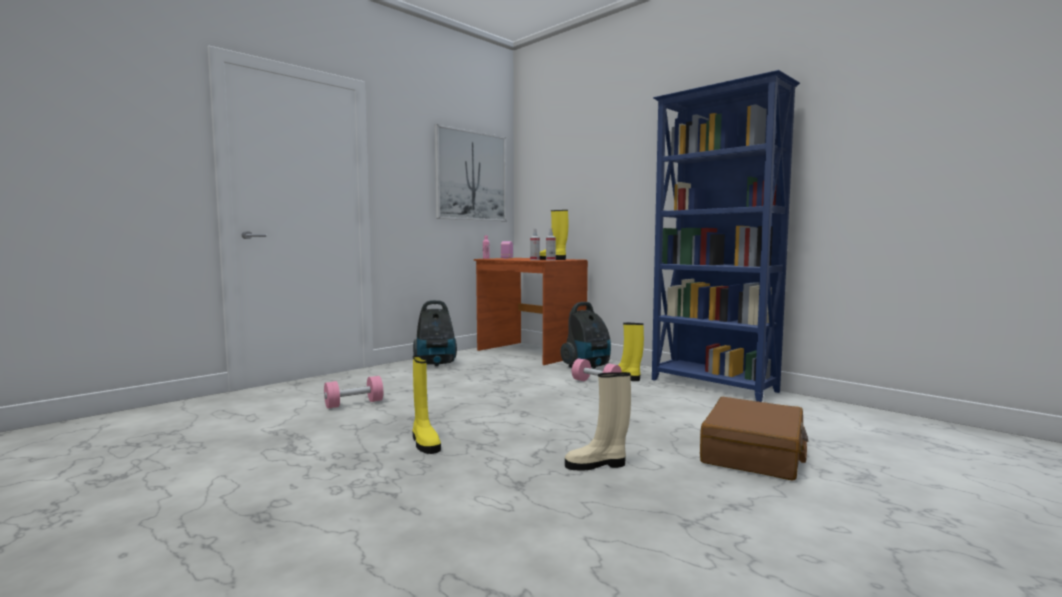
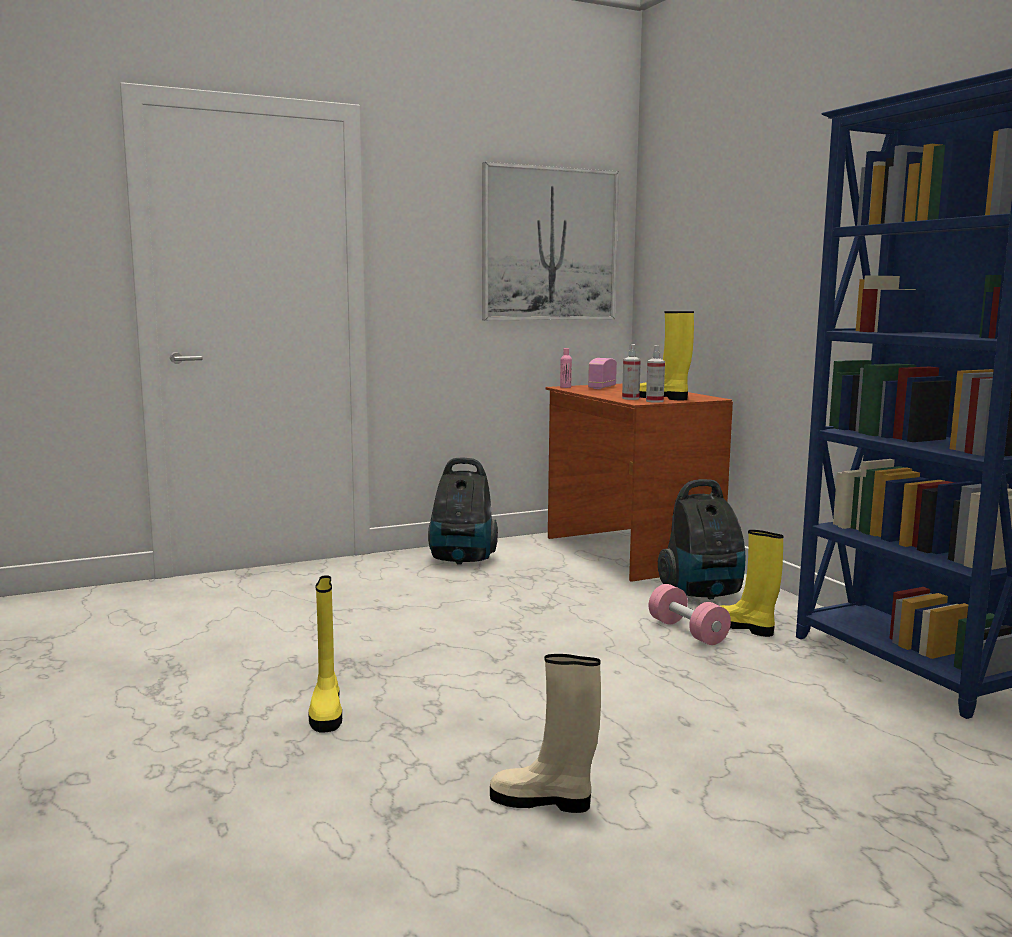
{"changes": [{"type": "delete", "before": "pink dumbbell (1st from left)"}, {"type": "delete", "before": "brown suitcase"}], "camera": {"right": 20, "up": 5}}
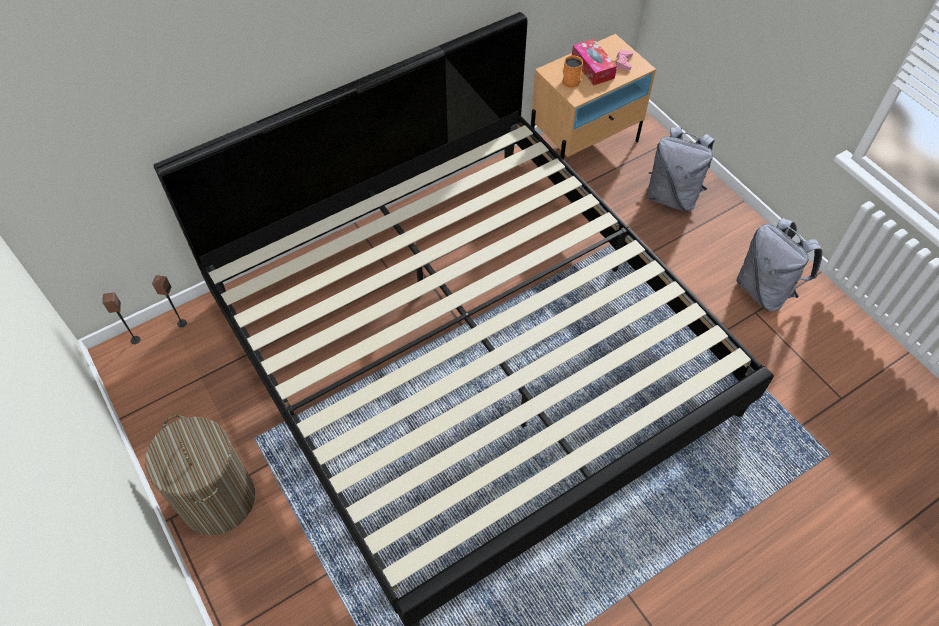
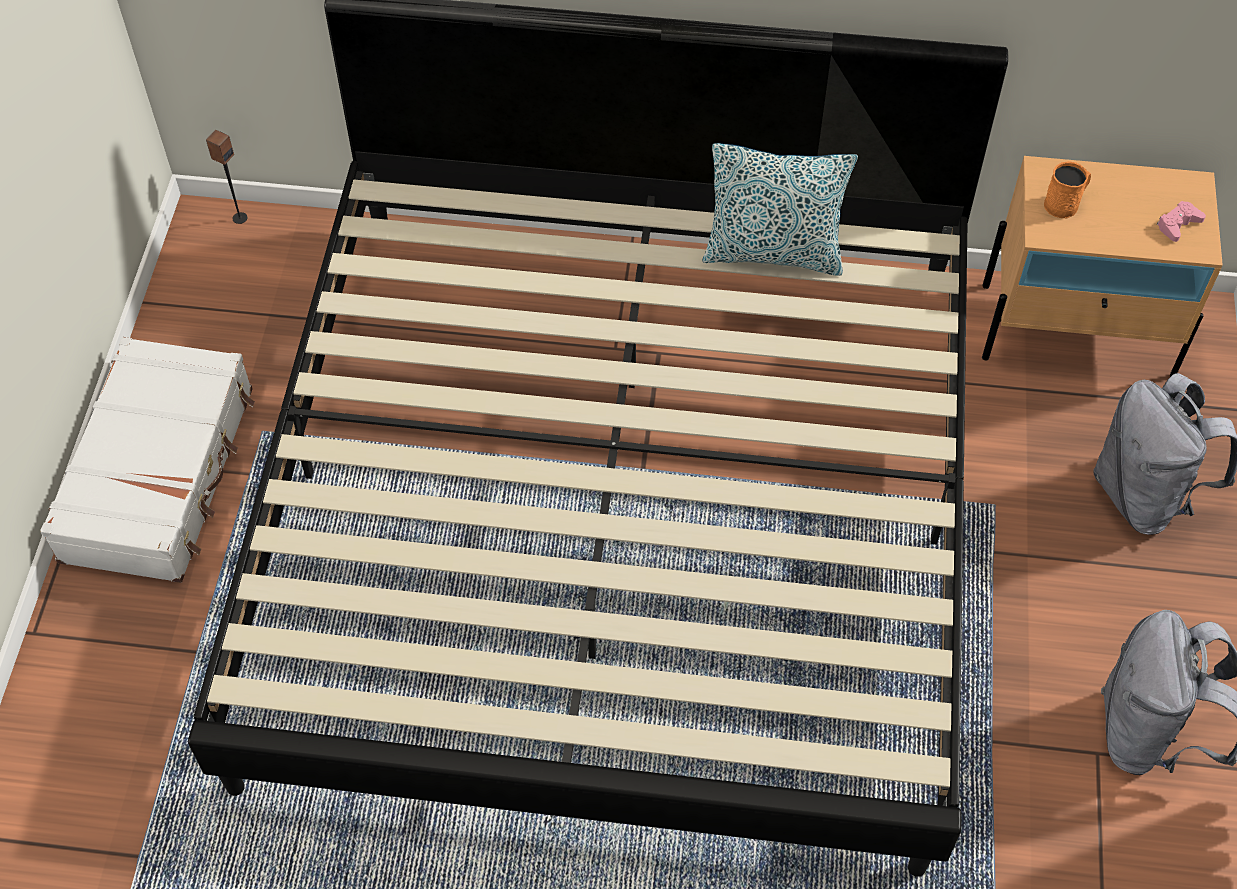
{"changes": [{"type": "replace", "before": "laundry basket", "after": "white suitcase"}, {"type": "delete", "before": "speaker (2nd from left)"}, {"type": "delete", "before": "tissue box"}, {"type": "insert", "after": "pillow"}], "camera": {"right": 40, "up": 0}}
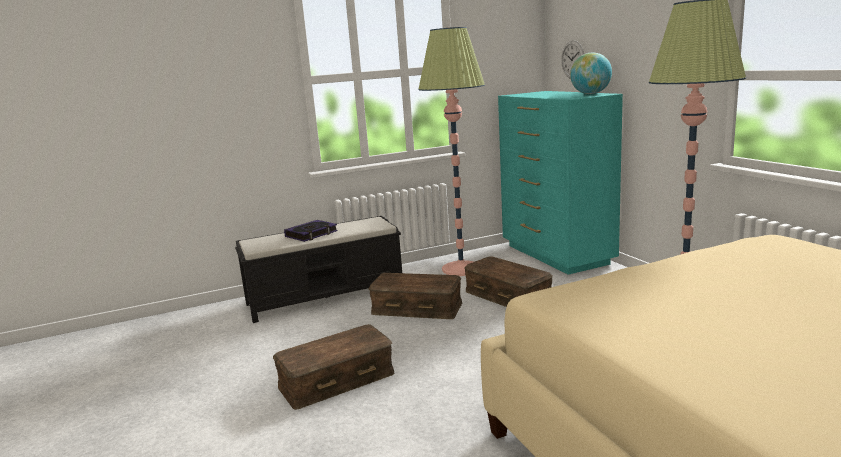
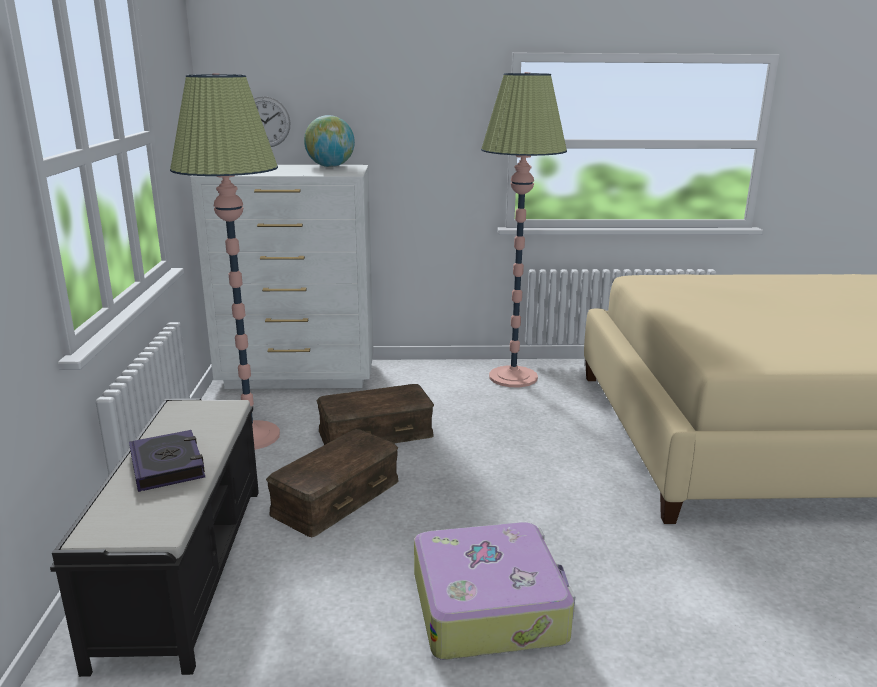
{"changes": [{"type": "replace", "before": "brown storage box (1st from left)", "after": "suitcase"}, {"type": "recolor", "before": "turquoise dresser", "after": "white dresser"}], "camera": {"right": -70, "up": 5}}
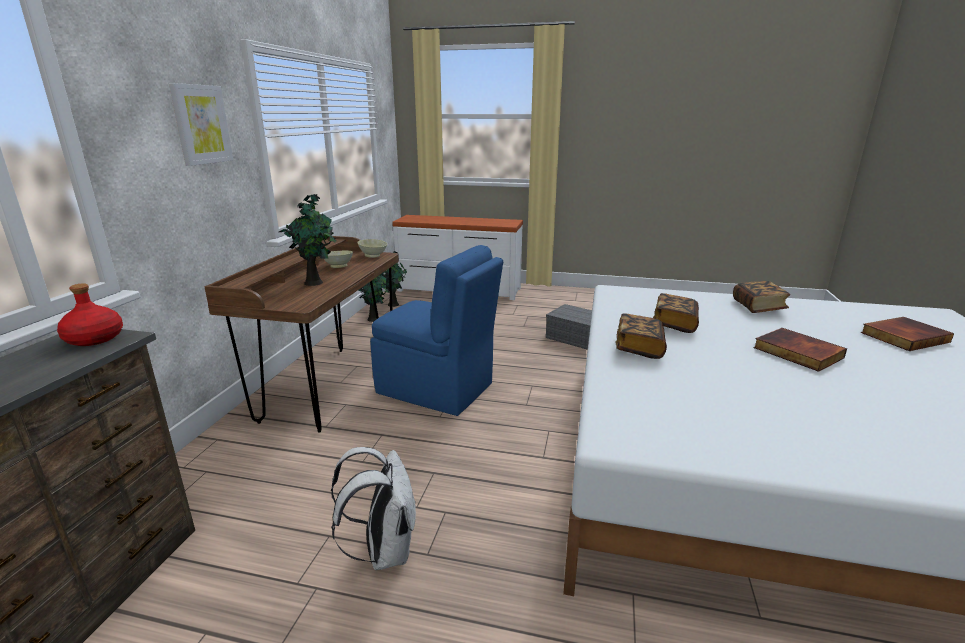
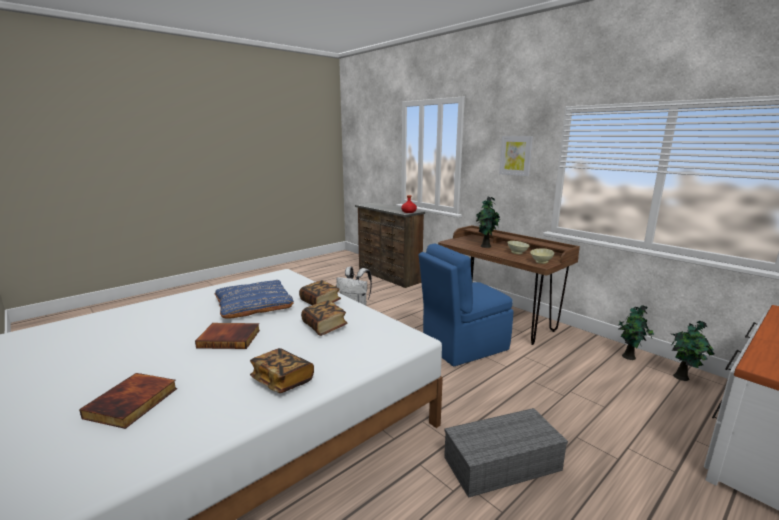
{"changes": [{"type": "insert", "after": "blue pillow"}], "camera": {"right": 125, "up": -5}}
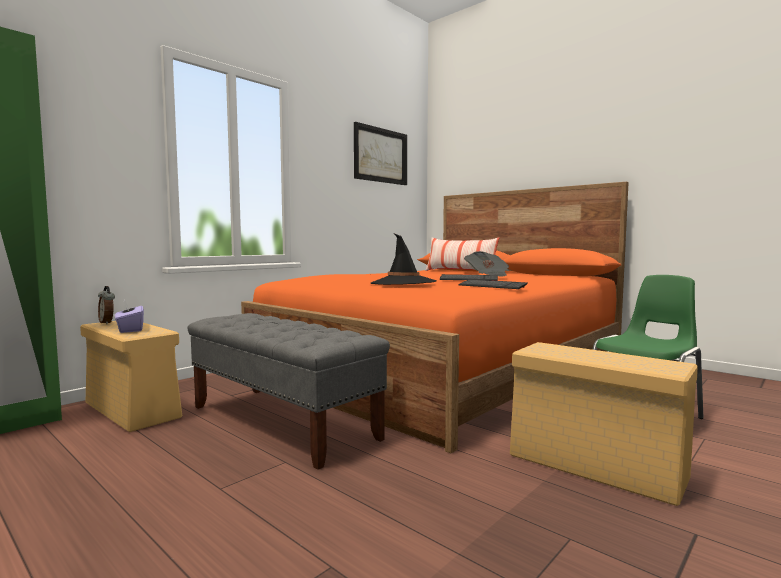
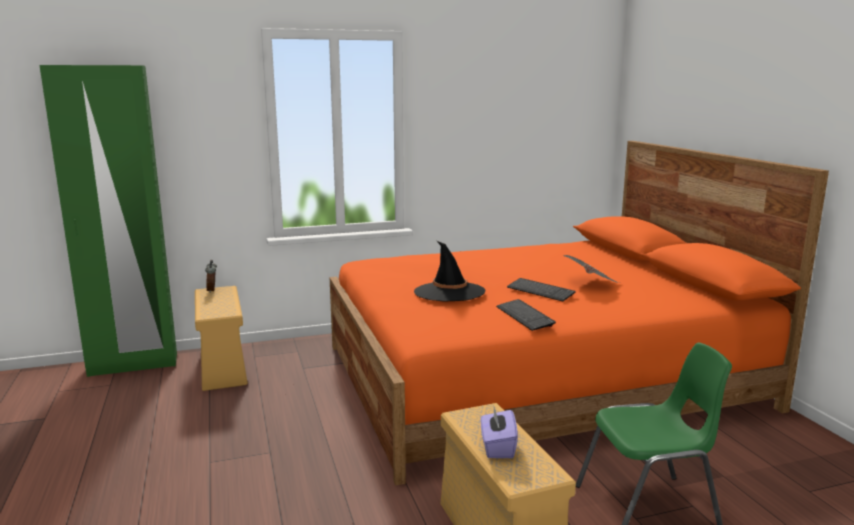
{"changes": [{"type": "move", "before": "purple tissue box"}, {"type": "delete", "before": "grey bench"}, {"type": "delete", "before": "picture"}, {"type": "delete", "before": "pillow"}], "camera": {"right": 30, "up": 10}}
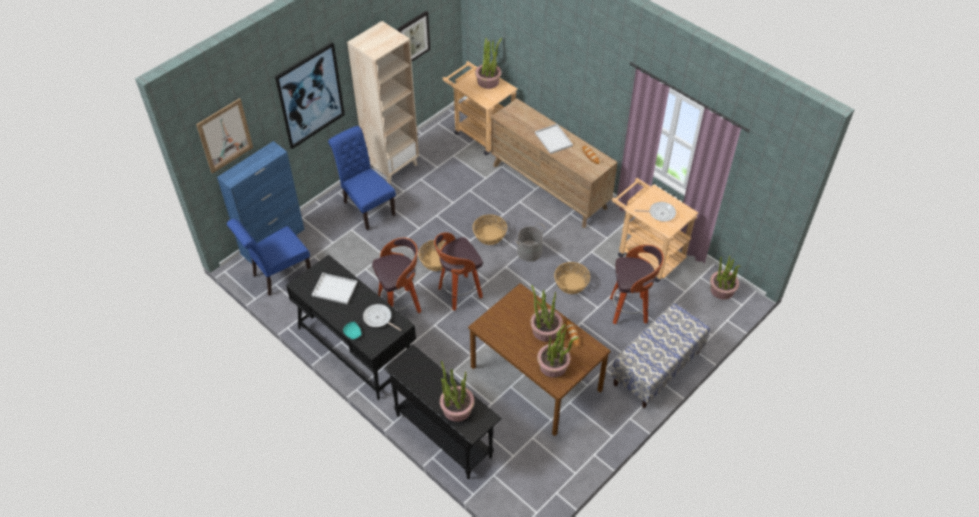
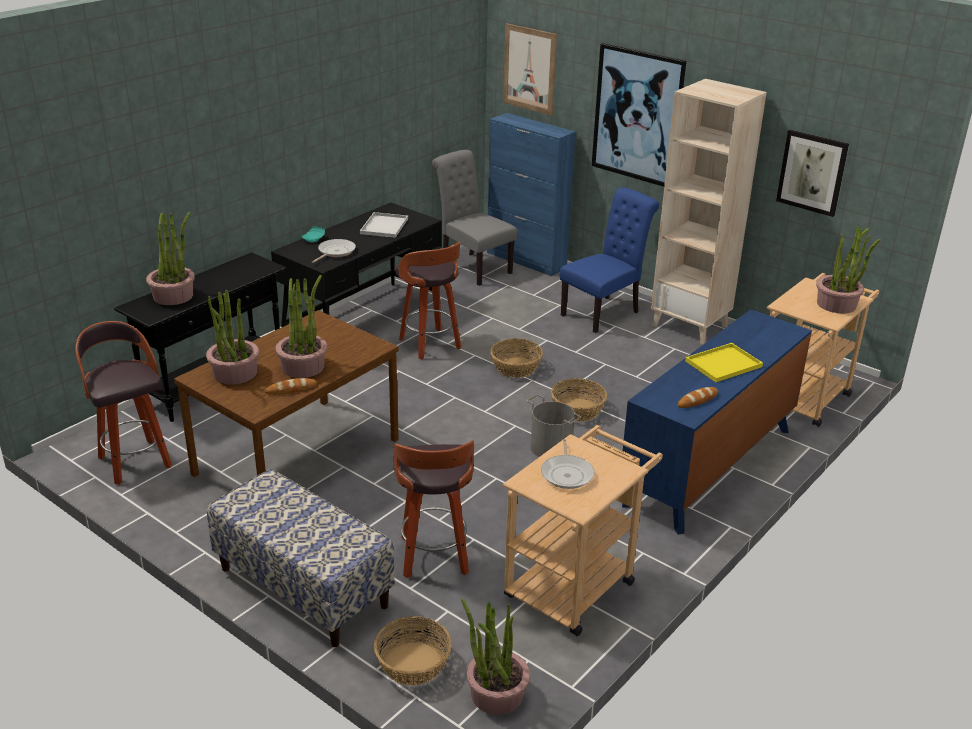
{"changes": [{"type": "recolor", "before": "blue chair (1st from left)", "after": "grey chair"}, {"type": "move", "before": "stool (2nd from left in the first image)", "after": "stool (1st from left)"}, {"type": "recolor", "before": "brown dresser", "after": "blue dresser"}, {"type": "recolor", "before": "white tray (2nd from left)", "after": "yellow tray"}, {"type": "move", "before": "basket (3rd from left in the first image)", "after": "basket (1st from left)"}], "camera": {"right": 85, "up": -20}}
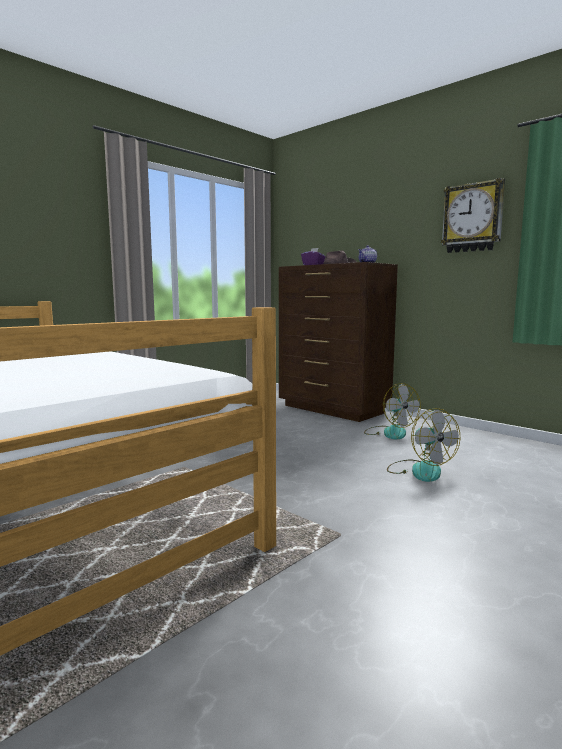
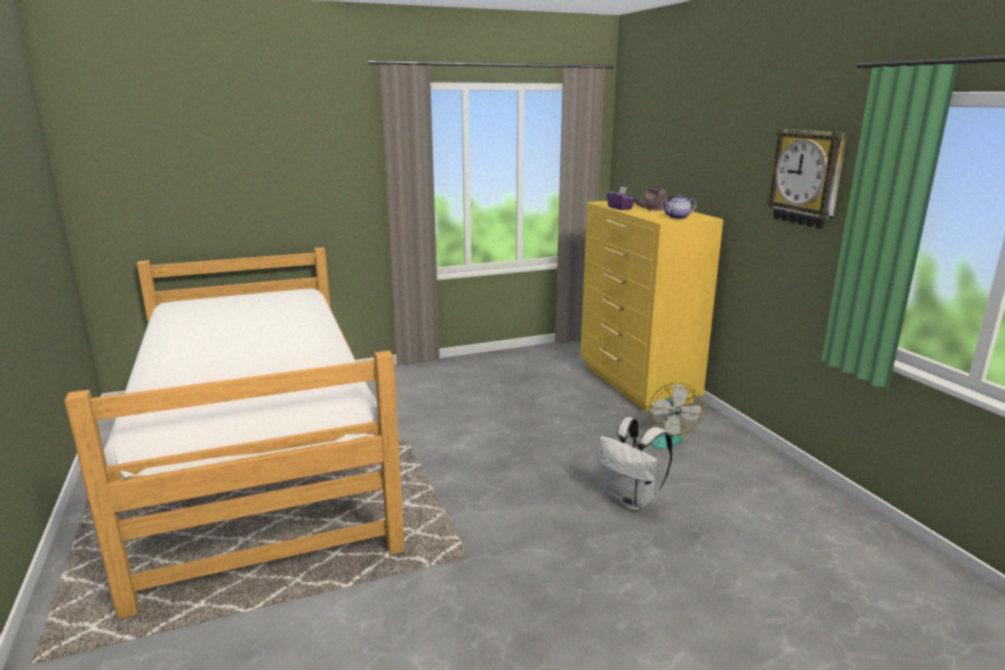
{"changes": [{"type": "recolor", "before": "brown dresser", "after": "yellow dresser"}, {"type": "replace", "before": "fan (2nd from left)", "after": "white backpack"}], "camera": {"right": 25, "up": 10}}
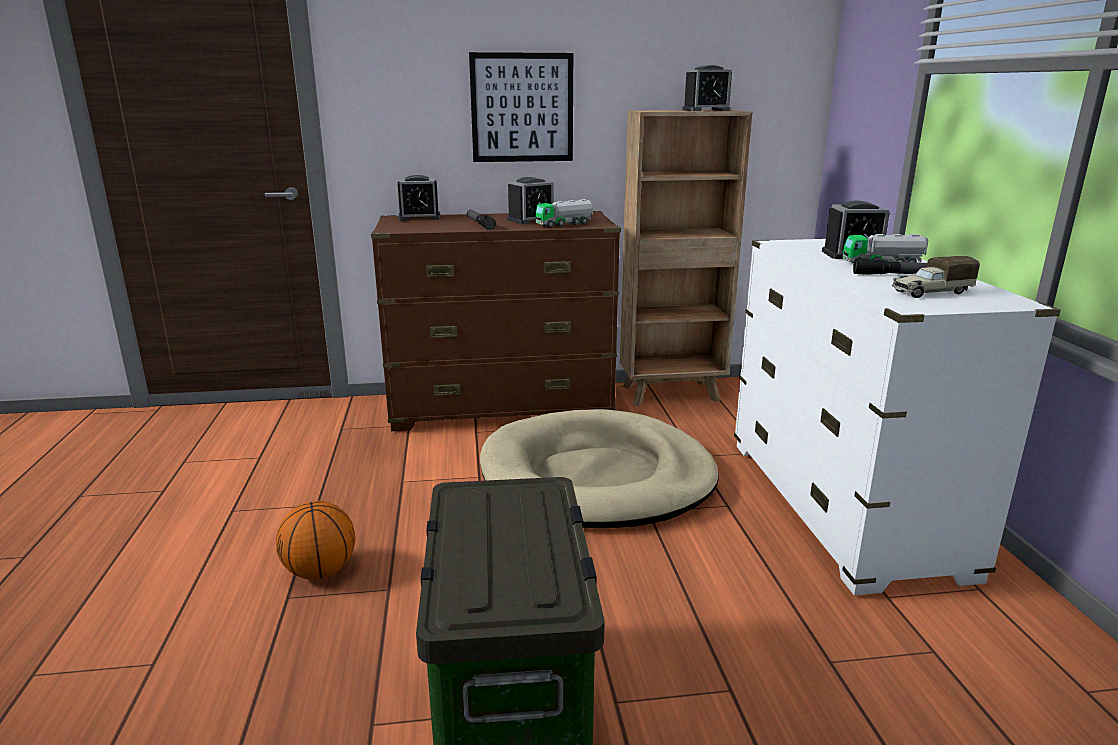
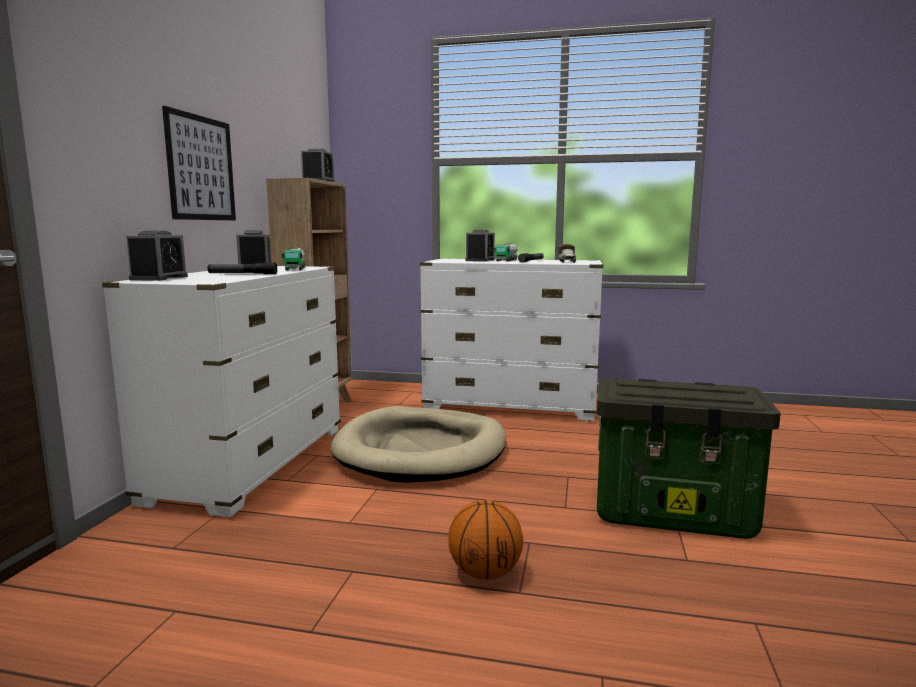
{"changes": [{"type": "recolor", "before": "brown dresser", "after": "white dresser (1st from left)"}], "camera": {"right": -70, "up": -10}}
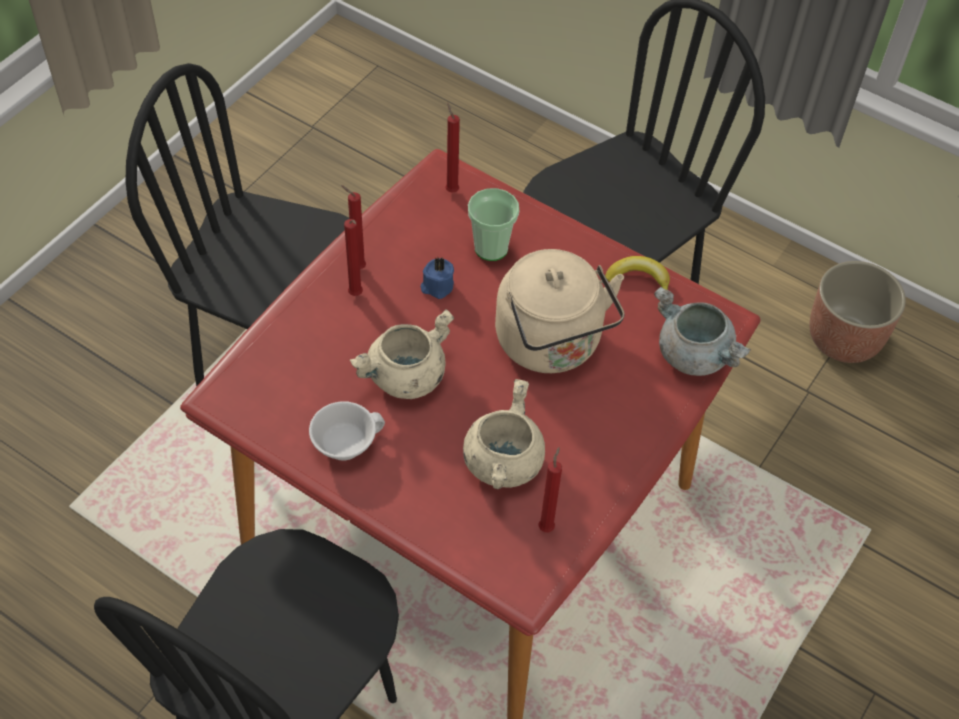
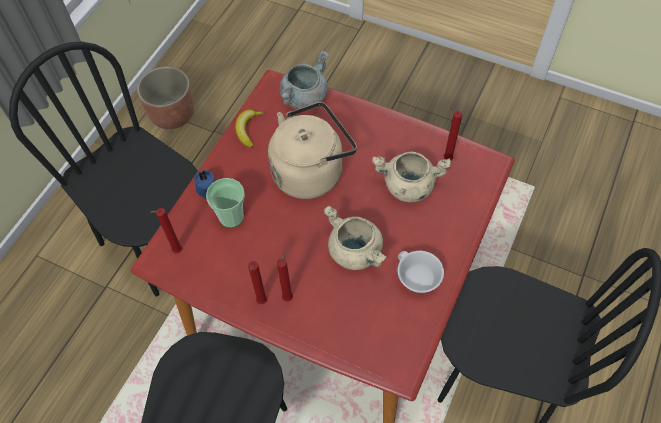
{"changes": [{"type": "move", "before": "blue candle"}], "camera": {"right": -95, "up": 5}}
